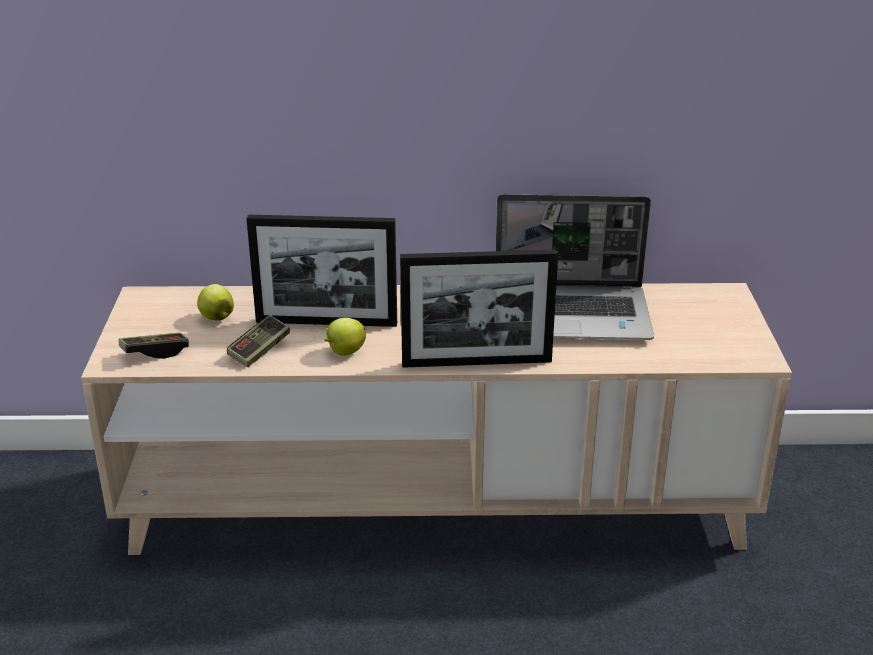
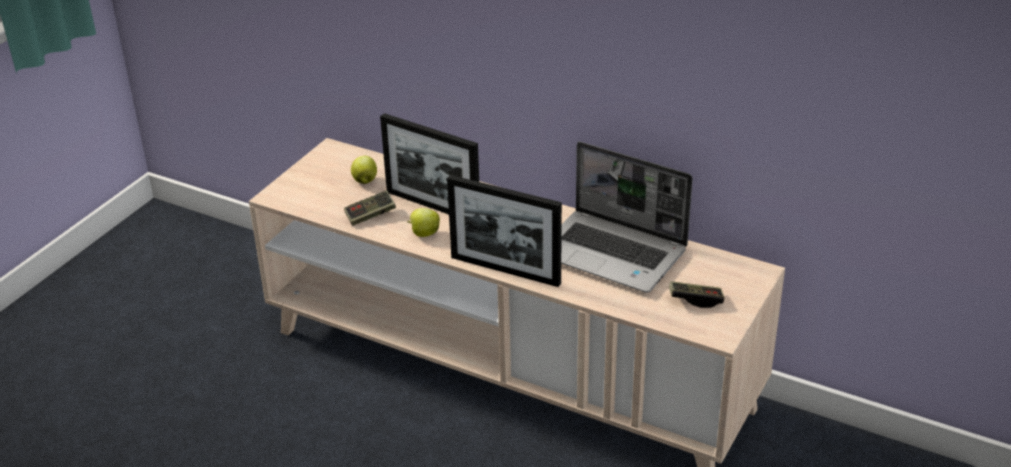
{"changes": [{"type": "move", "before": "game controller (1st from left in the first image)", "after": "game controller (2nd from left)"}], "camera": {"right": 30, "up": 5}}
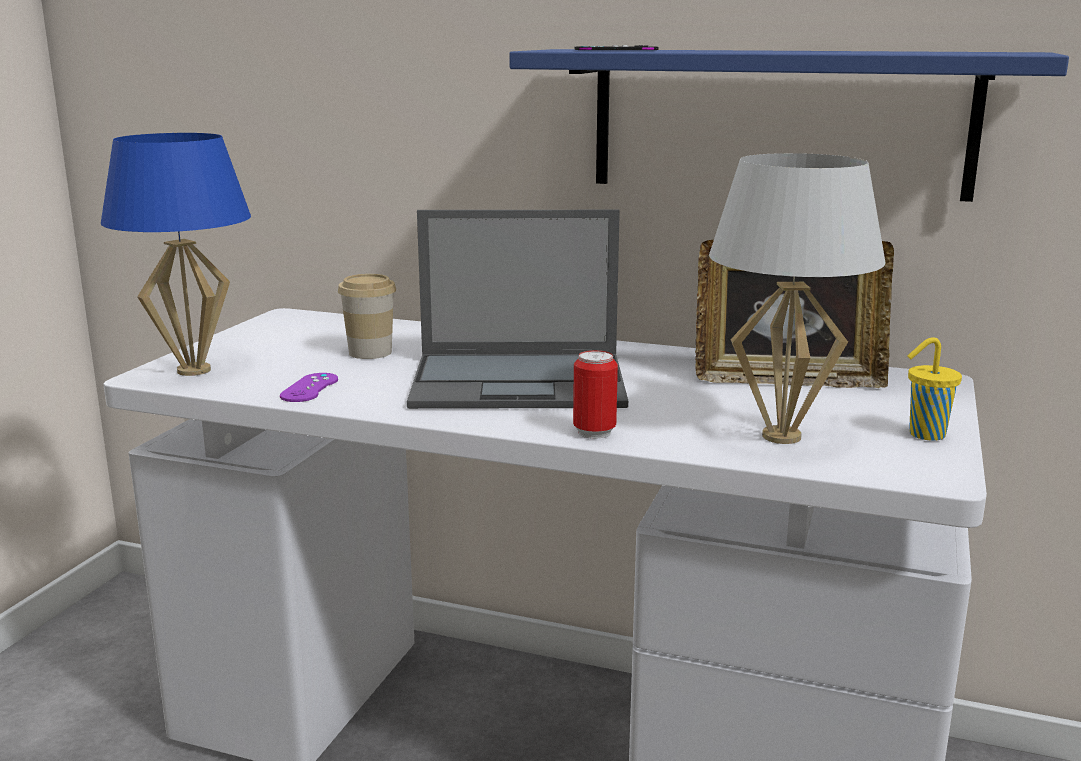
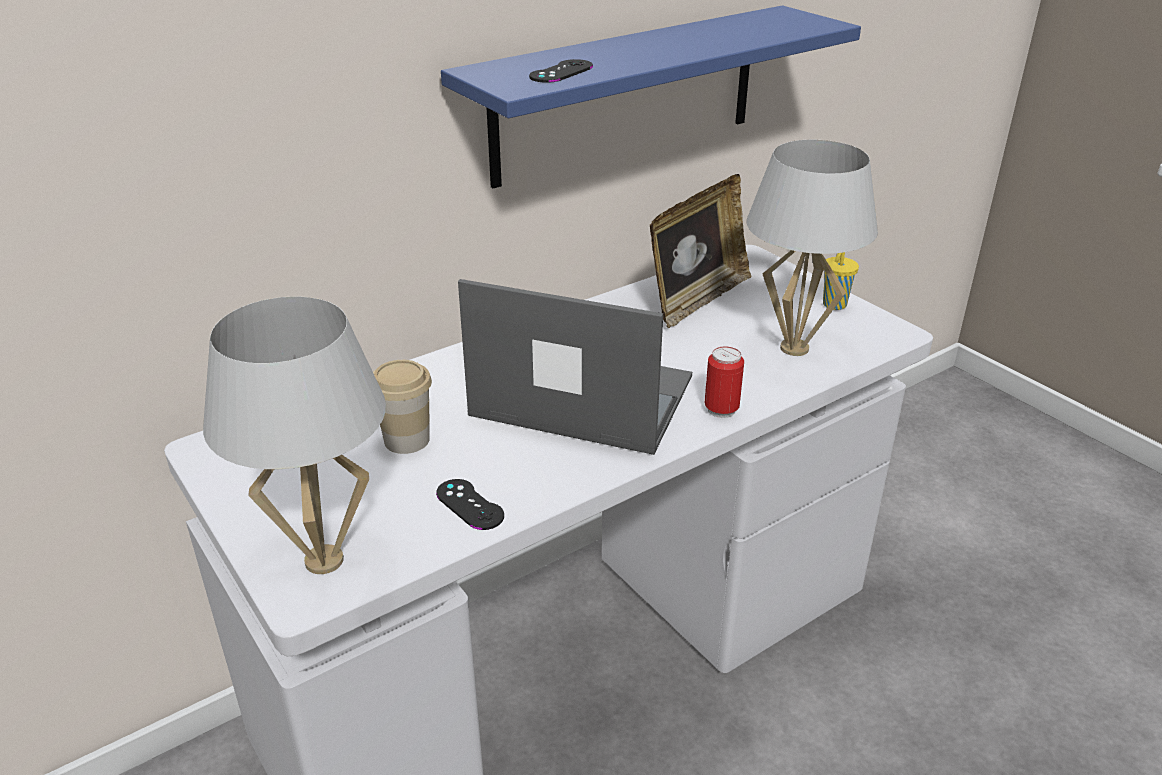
{"changes": [{"type": "recolor", "before": "blue table lamp", "after": "white table lamp (1st from left)"}, {"type": "recolor", "before": "purple game controller", "after": "black game controller (1st from left)"}, {"type": "rotate", "before": "laptop", "turn": -105}], "camera": {"right": -55, "up": 15}}
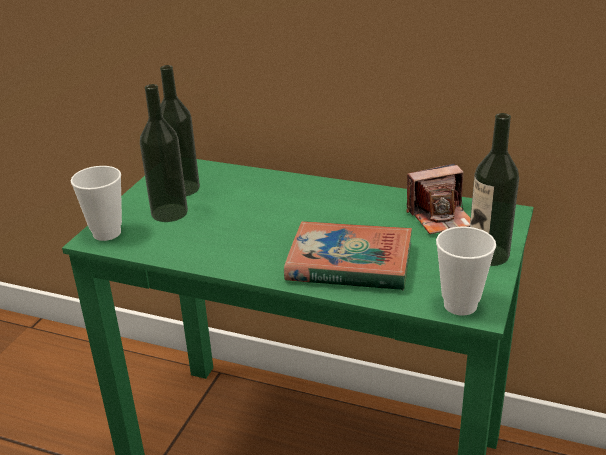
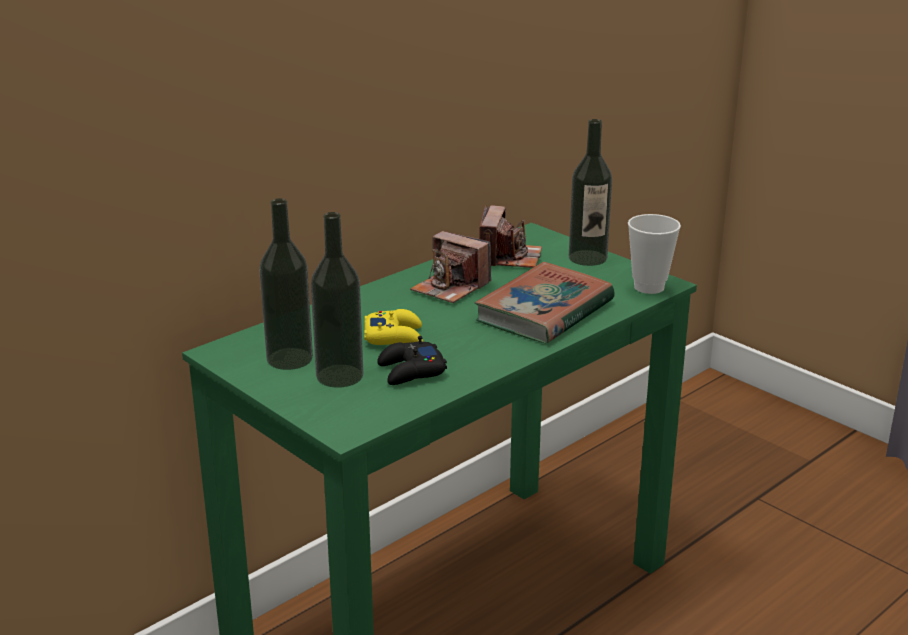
{"changes": [{"type": "delete", "before": "cup (1st from left)"}, {"type": "insert", "after": "yellow game controller"}, {"type": "insert", "after": "black game controller"}, {"type": "insert", "after": "photo camera (1st from left)"}], "camera": {"right": -65, "up": -5}}
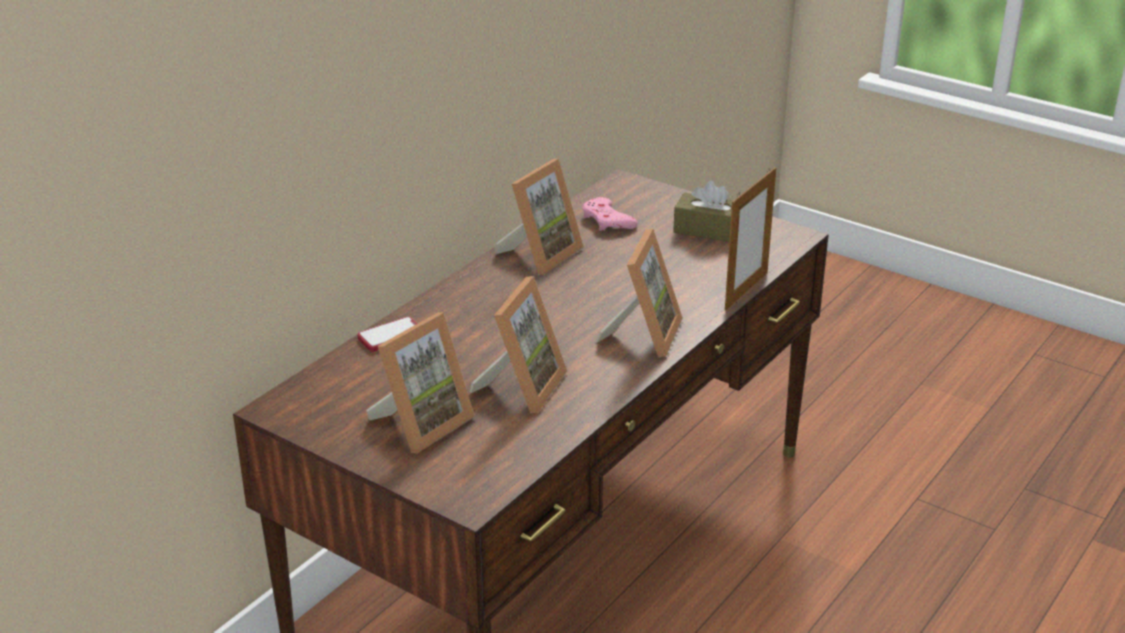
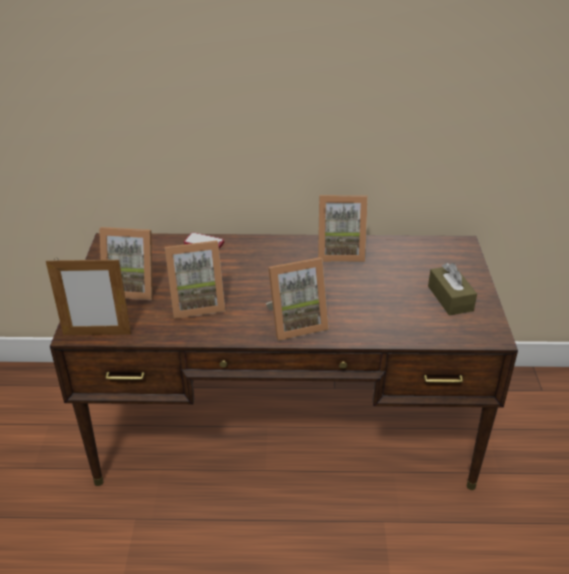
{"changes": [{"type": "delete", "before": "pink game controller"}, {"type": "move", "before": "picture frame (5th from left in the first image)", "after": "picture frame (1st from left)"}], "camera": {"right": 55, "up": 5}}
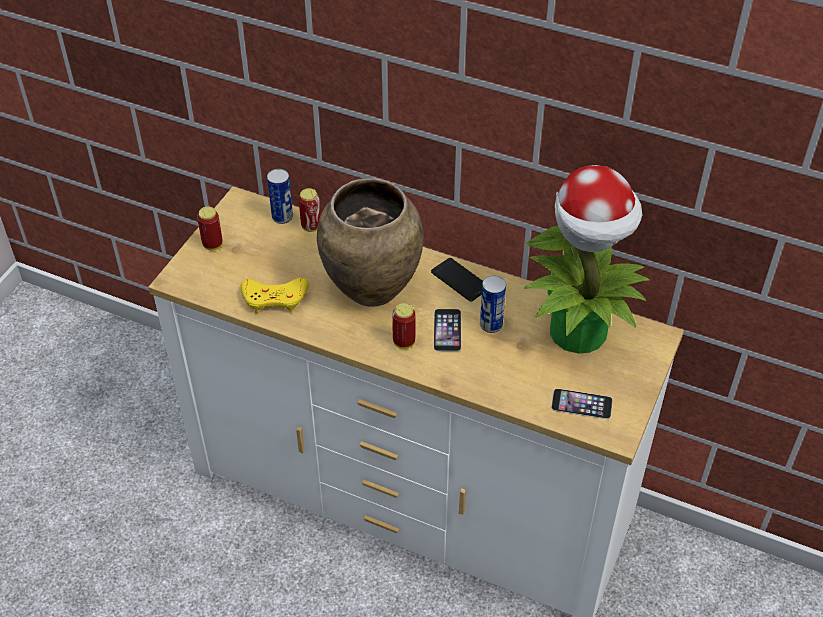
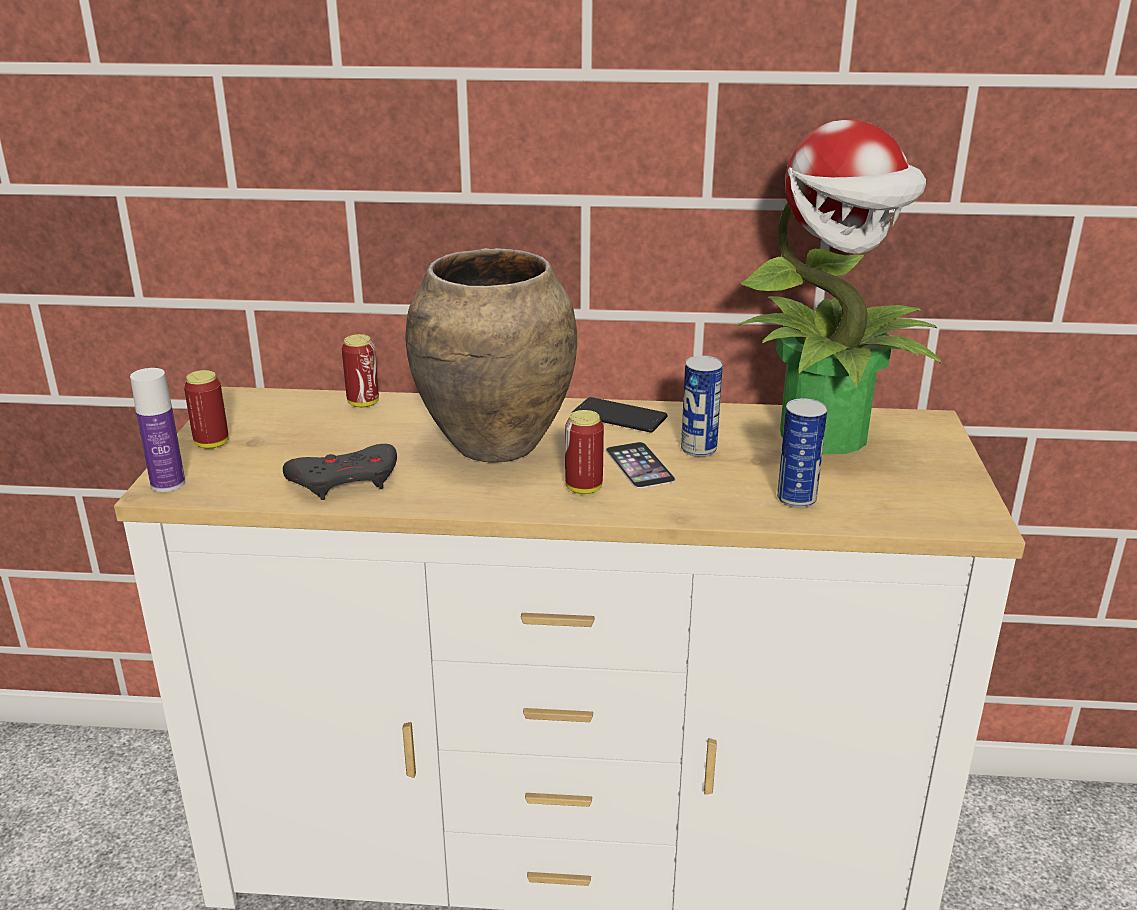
{"changes": [{"type": "recolor", "before": "yellow game controller", "after": "grey game controller"}, {"type": "move", "before": "can (2nd from left in the first image)", "after": "can (5th from left)"}, {"type": "delete", "before": "phone (3rd from left)"}, {"type": "insert", "after": "bottle"}], "camera": {"right": -20, "up": -20}}
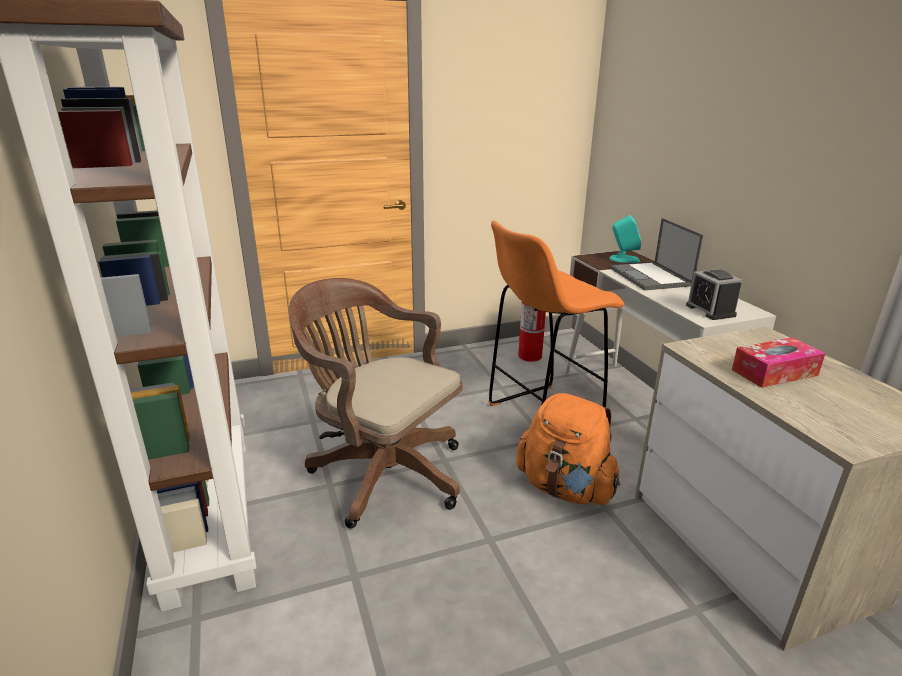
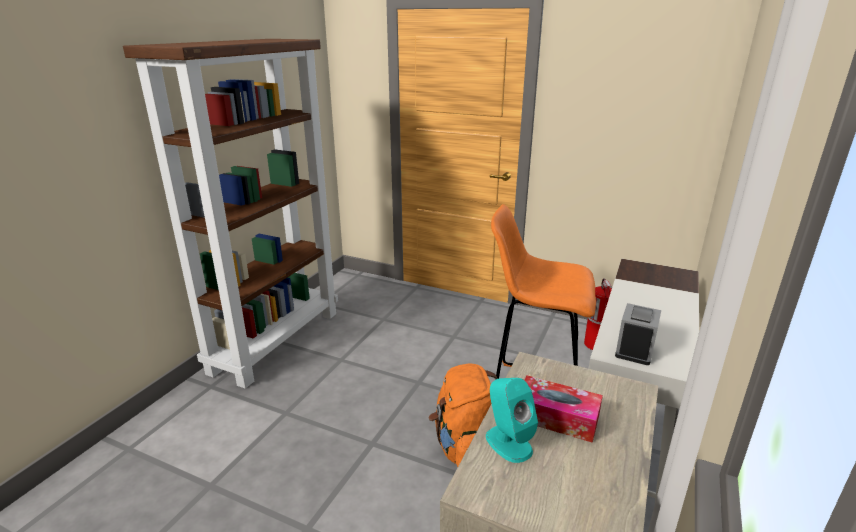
{"changes": [{"type": "delete", "before": "brown office chair"}, {"type": "move", "before": "turquoise speaker"}, {"type": "delete", "before": "laptop"}], "camera": {"right": 45, "up": 0}}
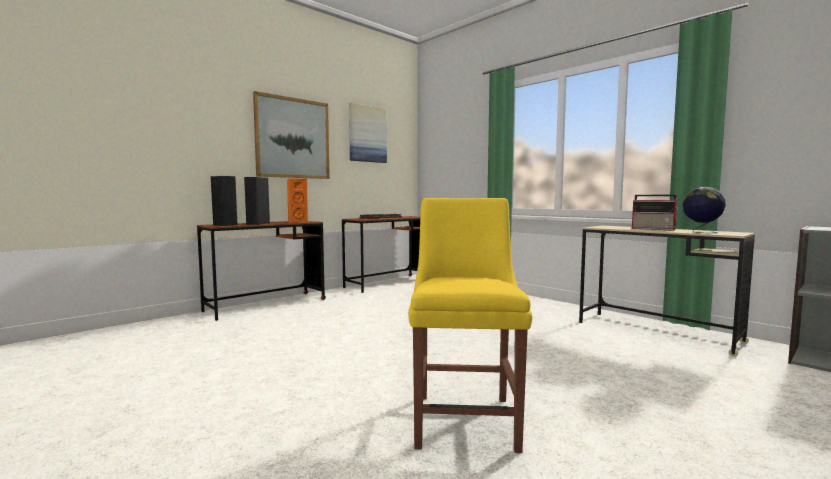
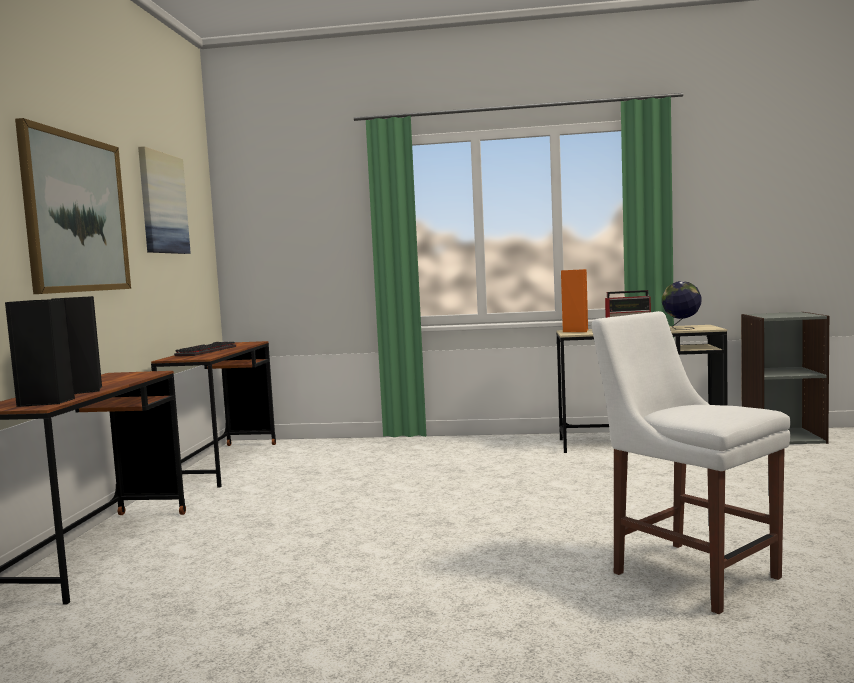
{"changes": [{"type": "move", "before": "orange speaker"}, {"type": "recolor", "before": "yellow chair", "after": "white chair"}], "camera": {"right": -40, "up": 0}}
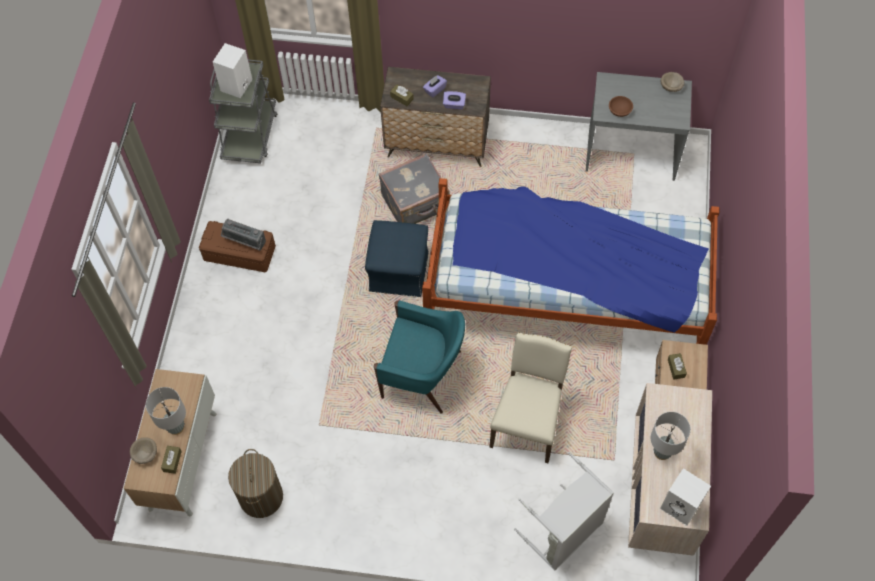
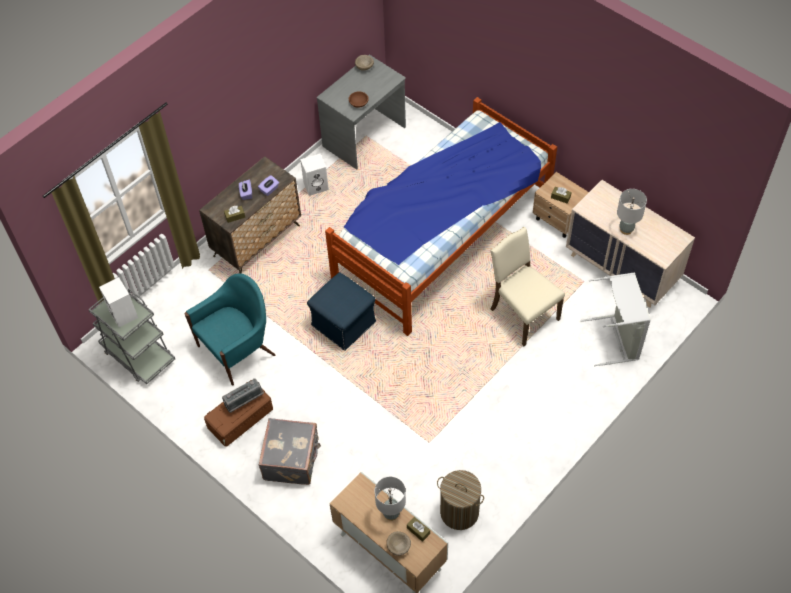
{"changes": [{"type": "move", "before": "turquoise armchair"}, {"type": "move", "before": "grey suitcase"}, {"type": "move", "before": "white speaker (2nd from left)"}], "camera": {"right": -55, "up": -5}}
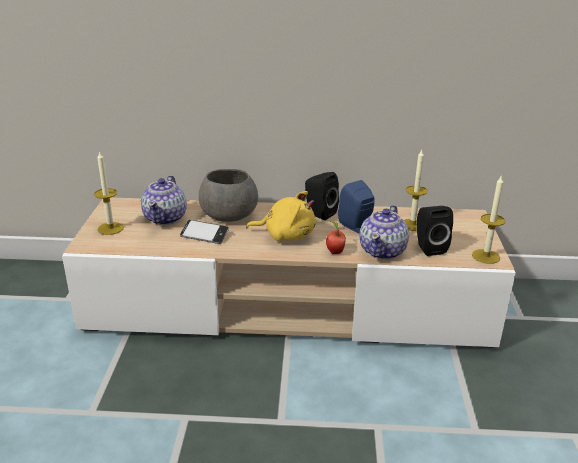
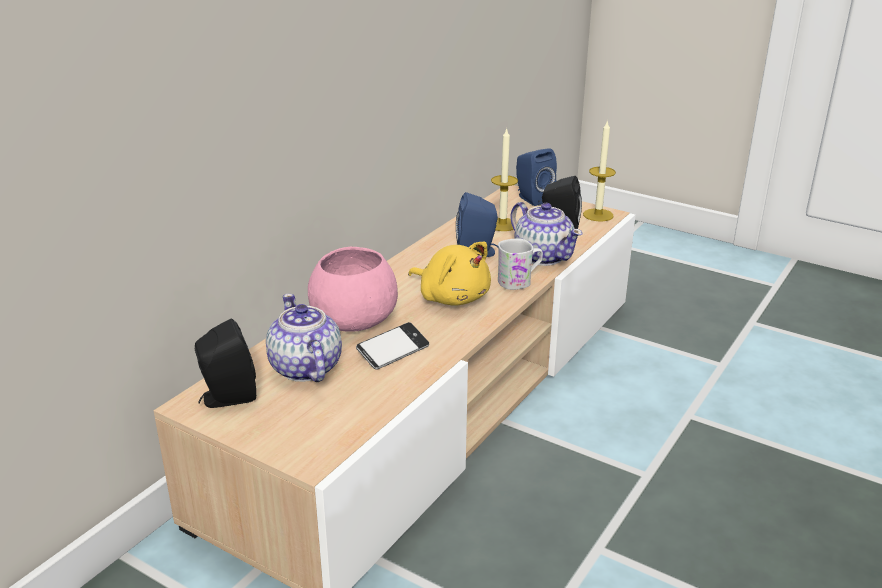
{"changes": [{"type": "delete", "before": "candle (1st from left)"}, {"type": "rotate", "before": "teapot (1st from left)", "turn": -150}, {"type": "recolor", "before": "grey bowl", "after": "pink bowl"}, {"type": "rotate", "before": "yellow plush toy", "turn": 90}, {"type": "move", "before": "black speaker (1st from left)"}, {"type": "replace", "before": "apple", "after": "white mug"}, {"type": "insert", "after": "blue speaker (2nd from left)"}], "camera": {"right": -60, "up": 0}}
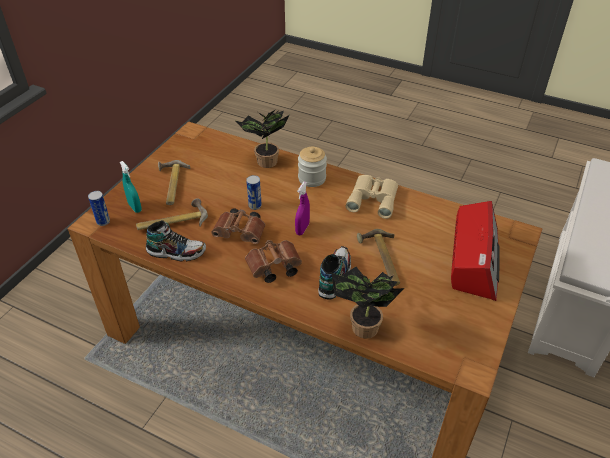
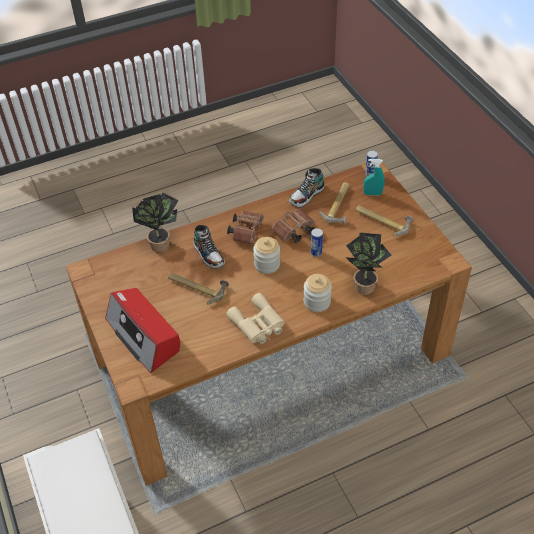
{"changes": [{"type": "replace", "before": "purple spray bottle", "after": "jar (1st from left)"}], "camera": {"right": 130, "up": 5}}
